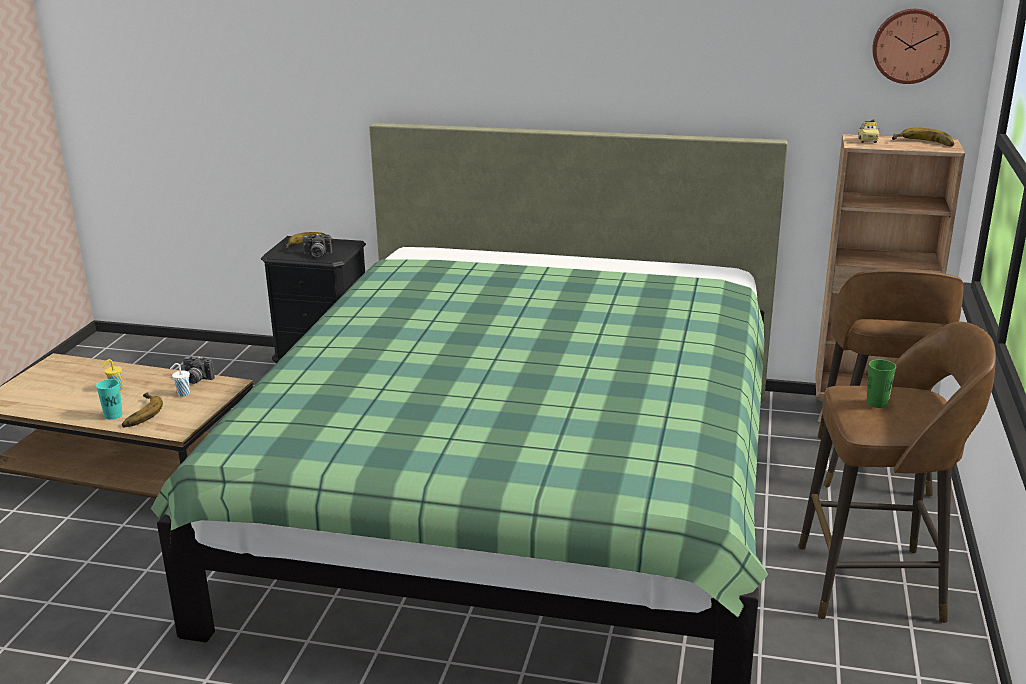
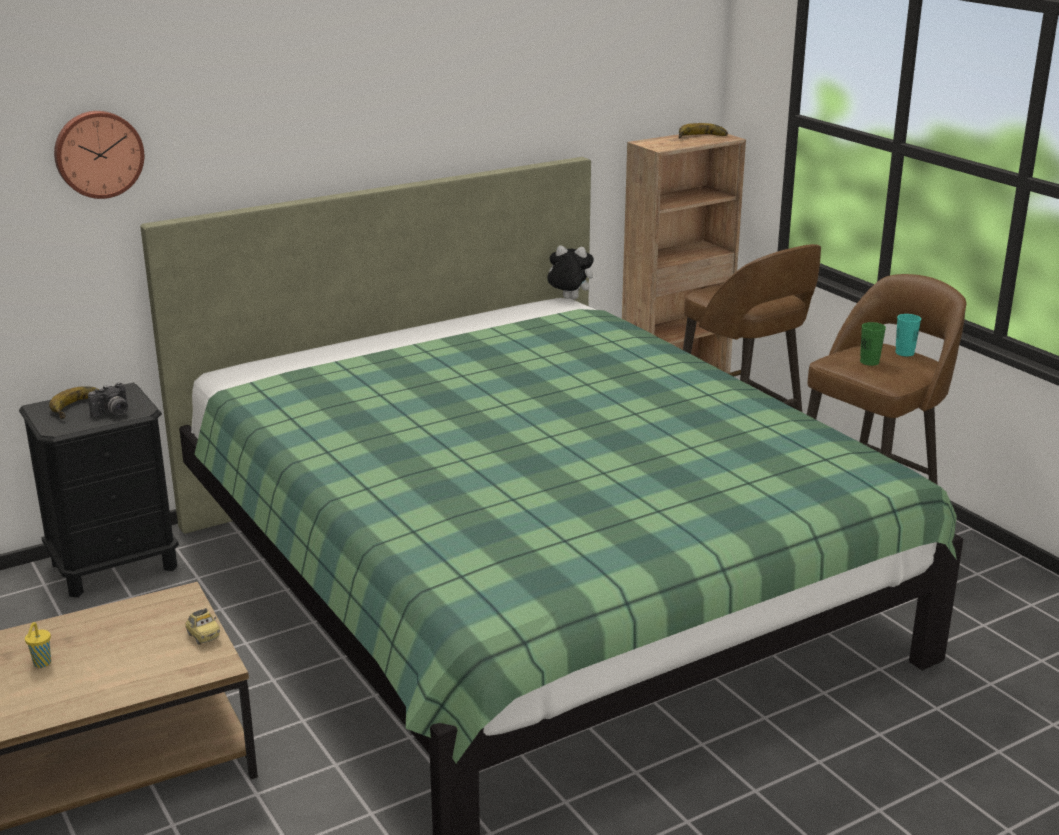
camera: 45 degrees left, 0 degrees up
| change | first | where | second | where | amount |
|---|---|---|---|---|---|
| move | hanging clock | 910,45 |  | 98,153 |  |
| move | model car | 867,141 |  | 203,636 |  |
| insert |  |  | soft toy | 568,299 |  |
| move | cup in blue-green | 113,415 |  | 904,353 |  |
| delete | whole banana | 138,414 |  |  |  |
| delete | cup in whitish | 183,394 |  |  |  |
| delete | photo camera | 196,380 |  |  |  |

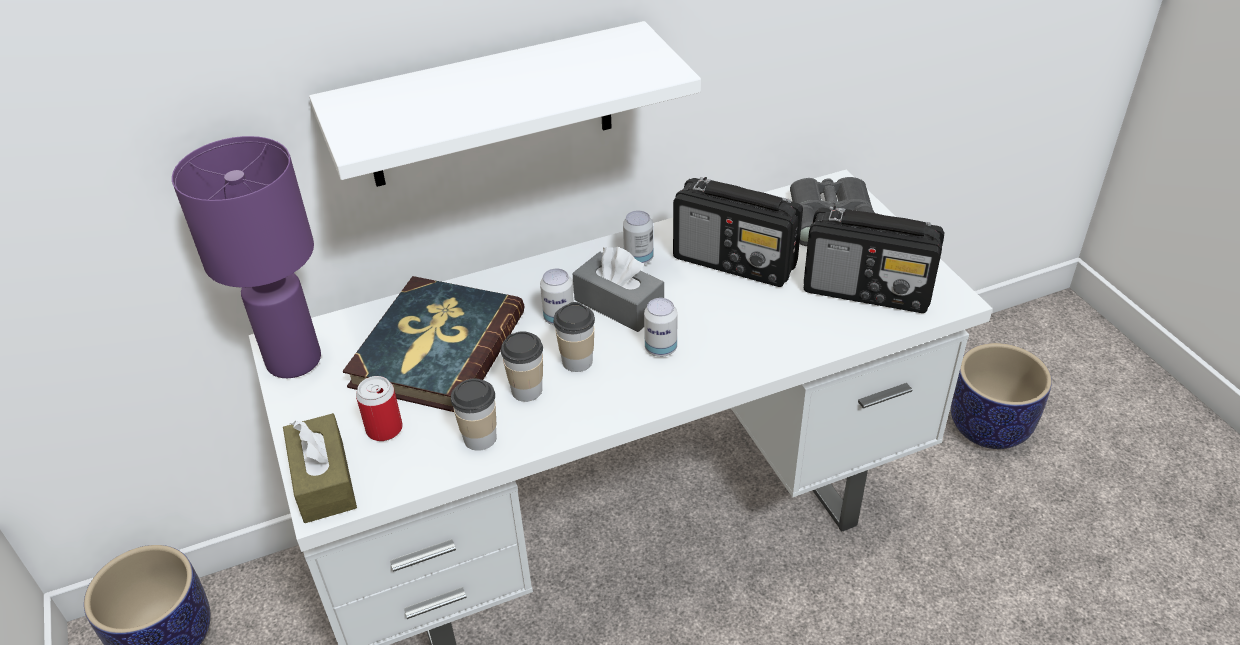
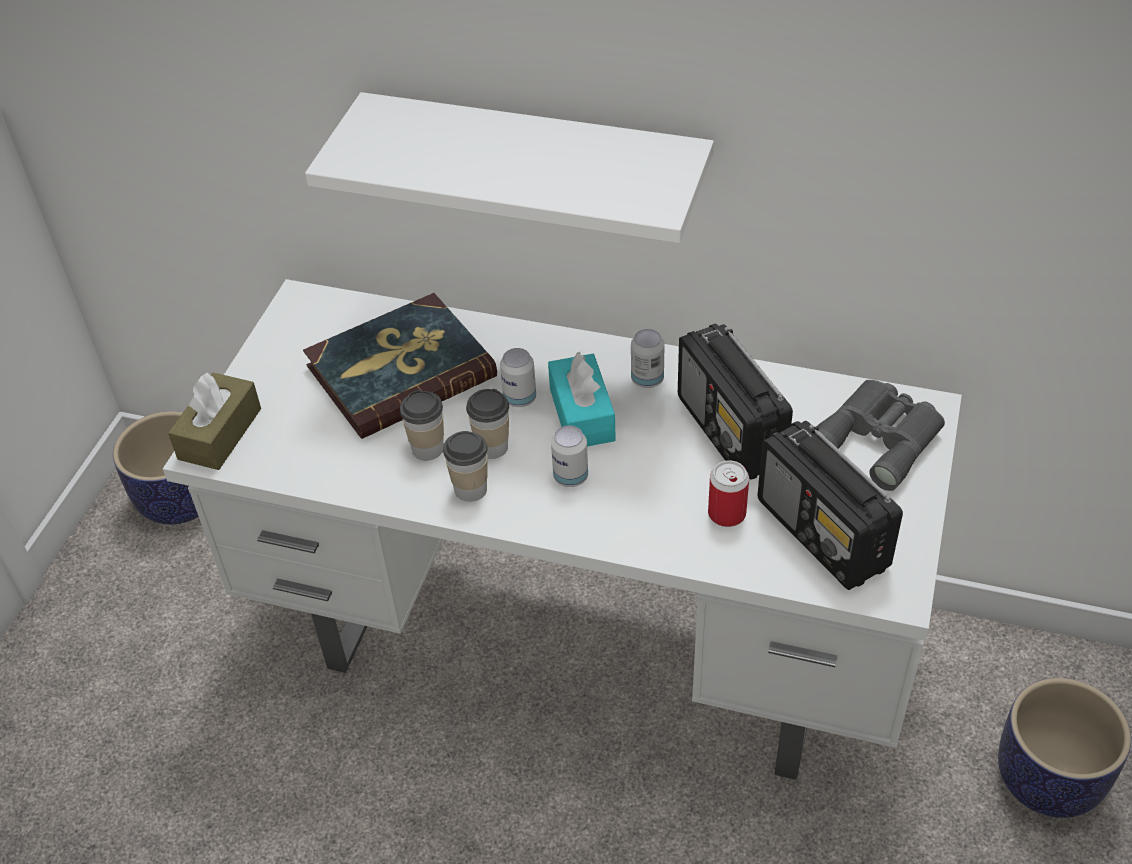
camera: 40 degrees right, 5 degrees up
| change | first | where | second | where | amount |
|---|---|---|---|---|---|
| move | cup | 480,438 |  | 470,489 |  |
| recolor | tissue box in grey | 619,304 | tissue box in blue-green | 582,414 |  |
| move | metal can | 384,429 |  | 726,513 |  |
| delete | lamp for a table in purple-coloured | 295,360 |  |  |  |

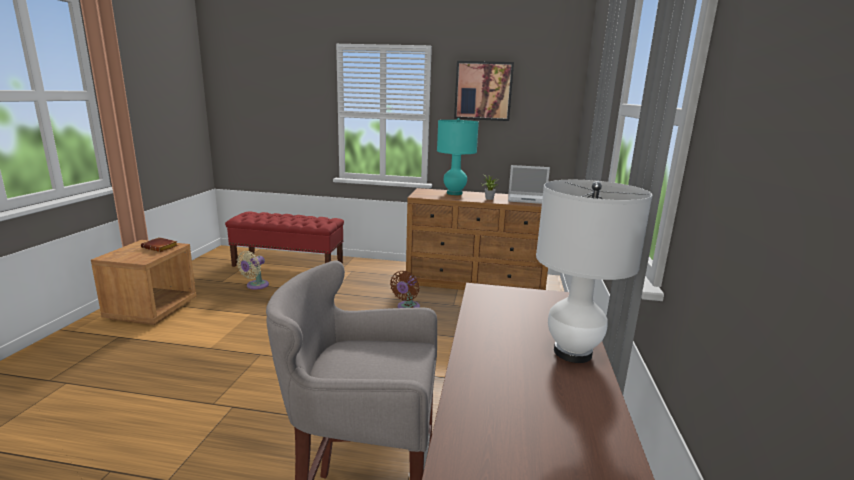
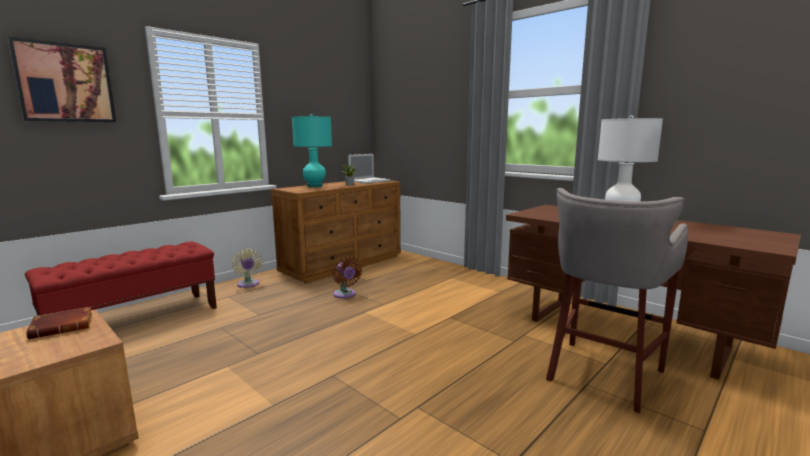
camera: 55 degrees left, 5 degrees down
| change | first | where | second | where | amount |
|---|---|---|---|---|---|
| move | picture | 483,91 |  | 65,83 |  |
| move | cooling fan in beige | 255,286 |  | 248,284 |  |

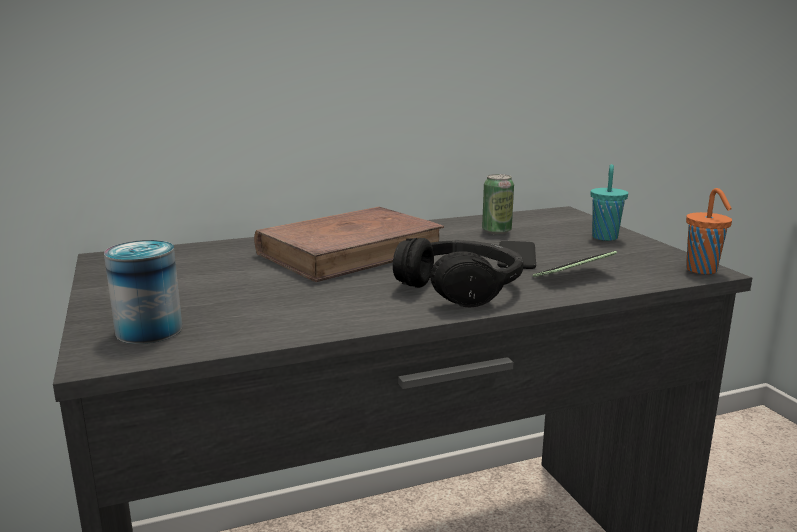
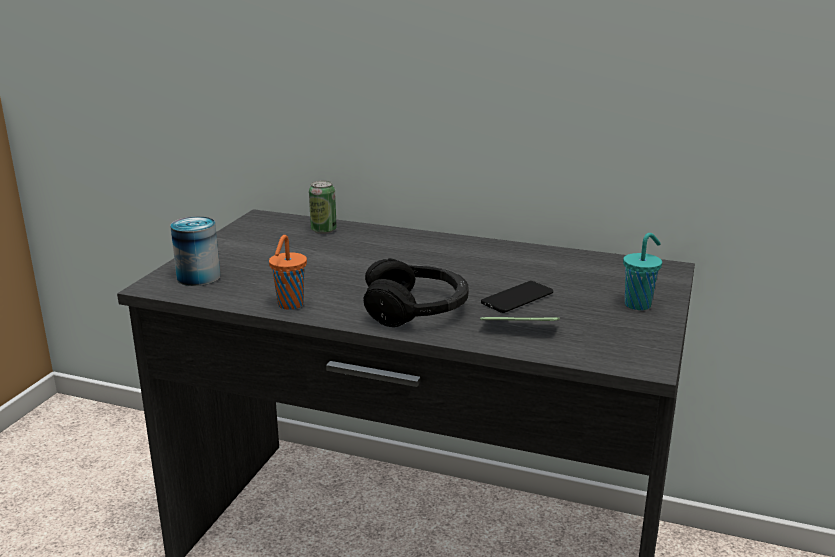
camera: 40 degrees right, 5 degrees up
| change | first | where | second | where | amount |
|---|---|---|---|---|---|
| move | cup in orange-coloured | 703,271 |  | 289,305 |  |
| move | metal can | 496,231 |  | 323,230 |  |
| delete | book in brown-coloured | 352,251 |  |  |  |

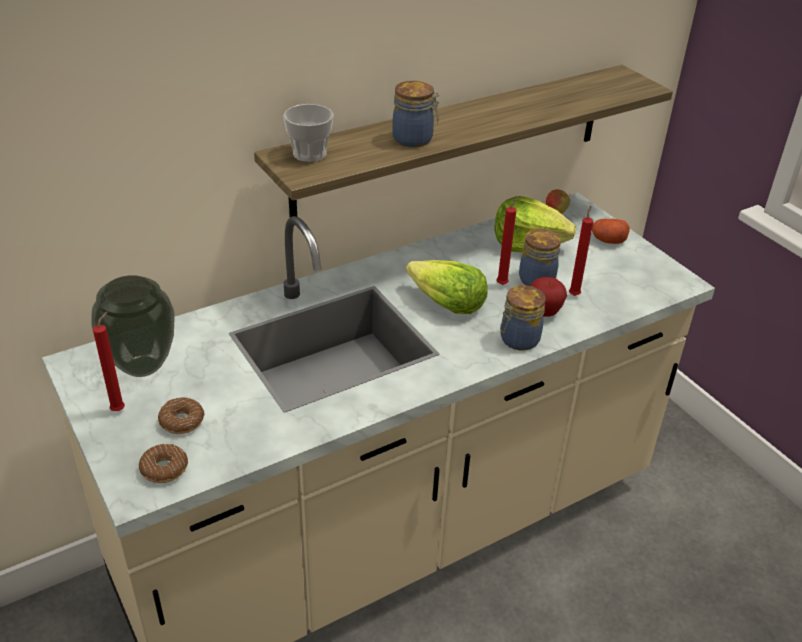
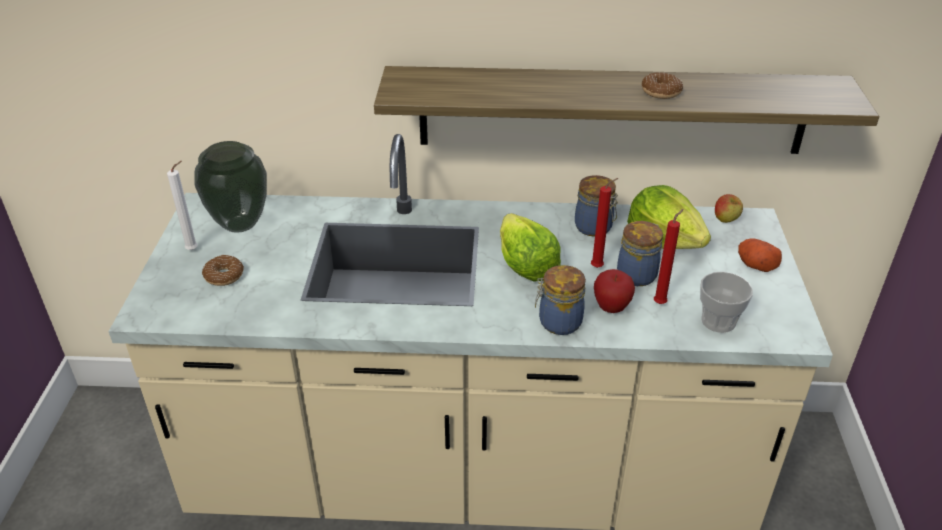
camera: 35 degrees right, 0 degrees up
| change | first | where | second | where | amount |
|---|---|---|---|---|---|
| recolor | candle in red | 120,409 | candle in whitish | 194,249 |  |
| move | jar | 414,139 |  | 594,228 |  |
| move | ring doughnut | 164,469 |  | 661,92 |  |
| move | cup | 309,154 |  | 718,321 |  |

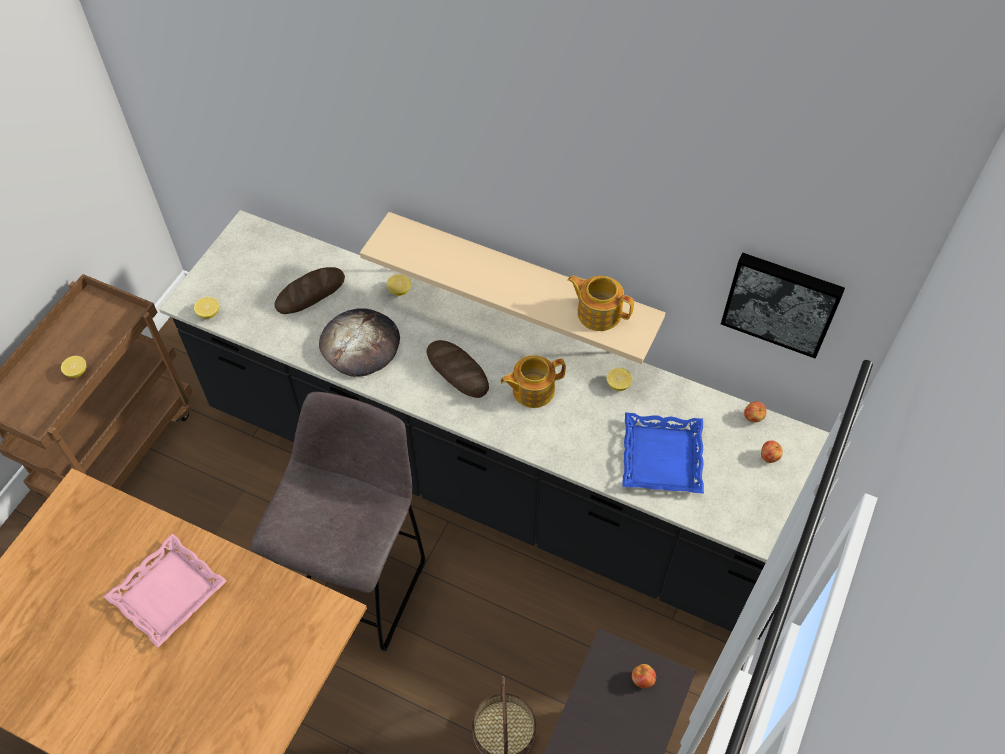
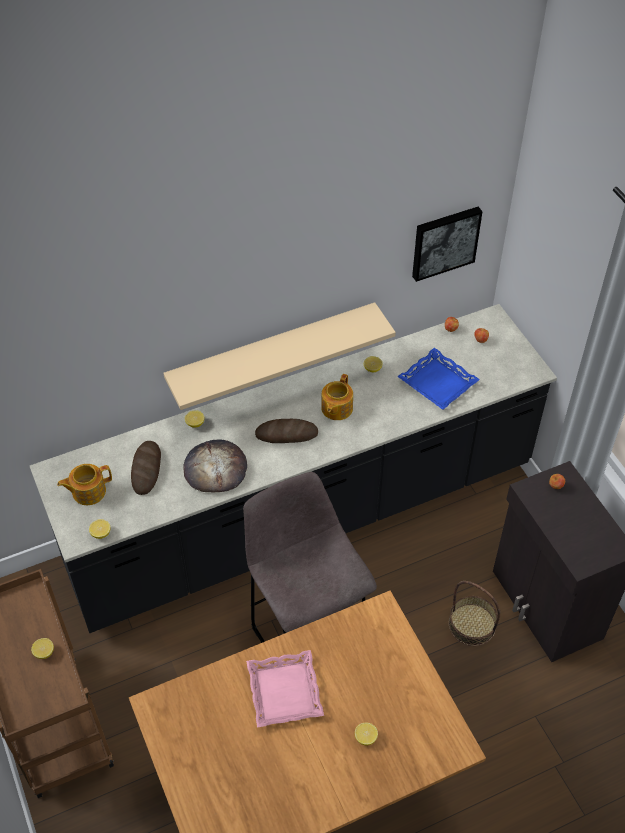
camera: 50 degrees left, 5 degrees down
| change | first | where | second | where | amount |
|---|---|---|---|---|---|
| move | teapot | 598,312 |  | 88,491 |  |
| insert |  |  | citrus fruit | 365,737 |  |

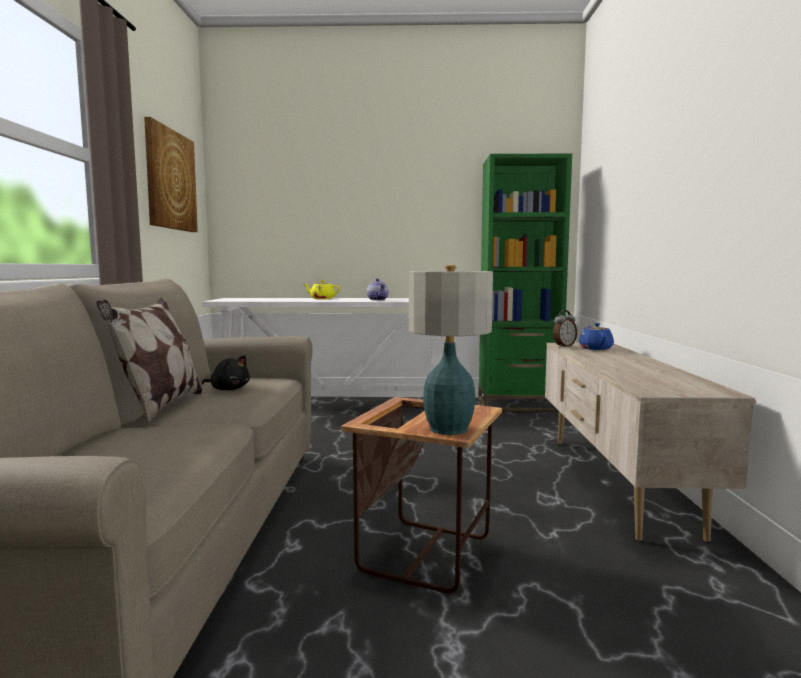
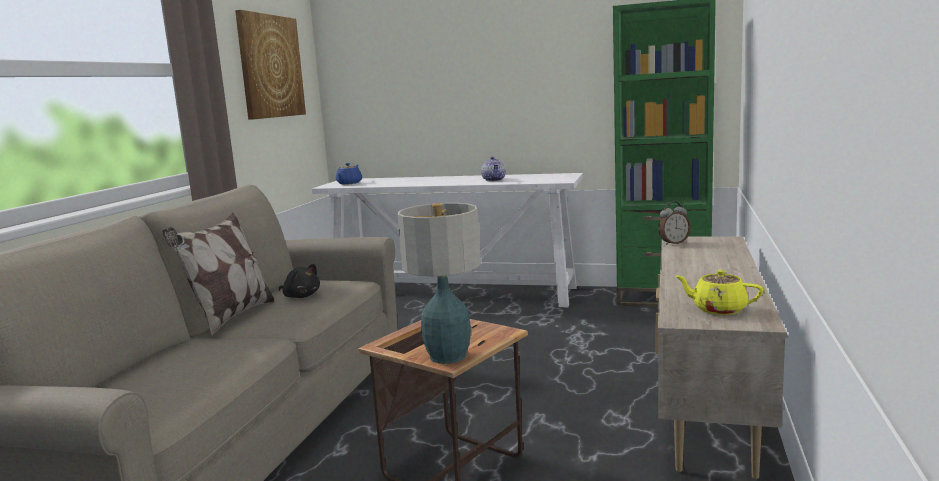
camera: 15 degrees right, 5 degrees up
| change | first | where | second | where | amount |
|---|---|---|---|---|---|
| move | teapot in bluish | 595,348 |  | 350,183 |  |
| move | teapot in yellow-coloured | 322,299 |  | 718,309 |  |

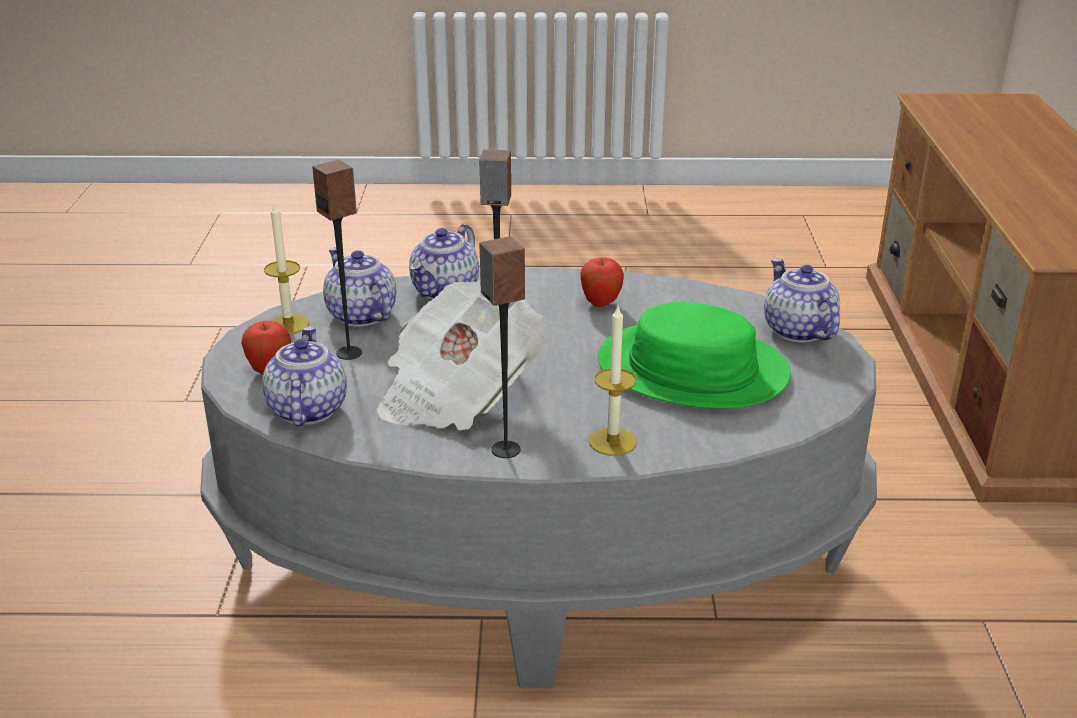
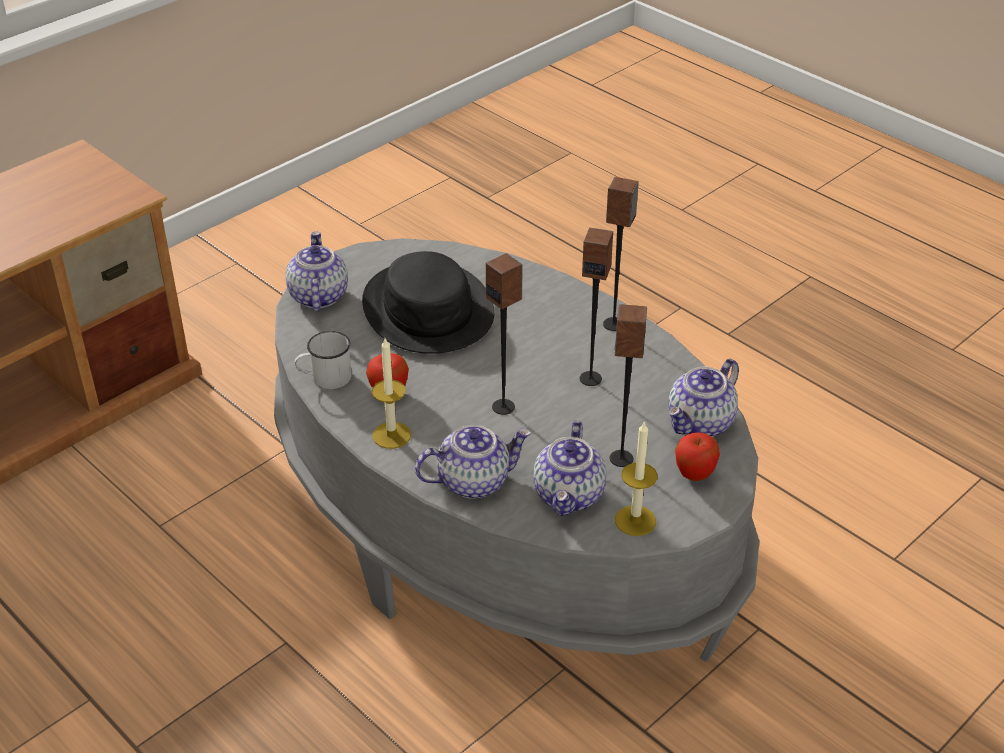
camera: 135 degrees left, 10 degrees up
| change | first | where | second | where | amount |
|---|---|---|---|---|---|
| rotate | teapot | 797,330 |  | 317,296 | 150 degrees clockwise |
| insert |  |  | tea mug in whitish | 325,378 |  |
| recolor | wearable hat in green | 692,369 | wearable hat in black | 428,309 |  |
| move | candle | 612,442 |  | 391,435 |  |
| replace | daily paper | 457,393 | audio speaker | 590,378 |  |

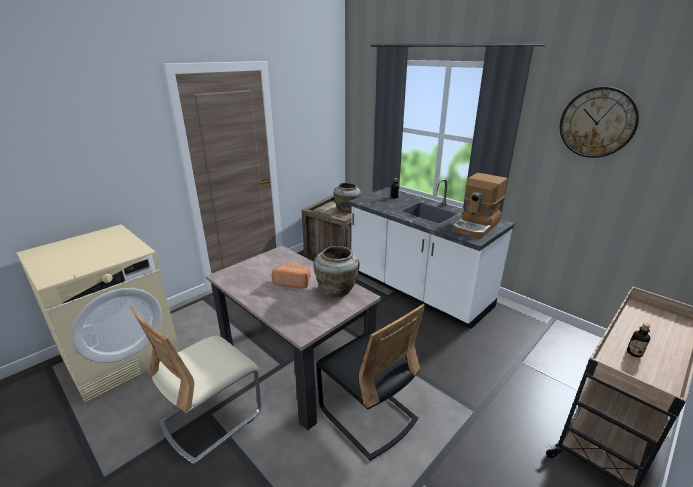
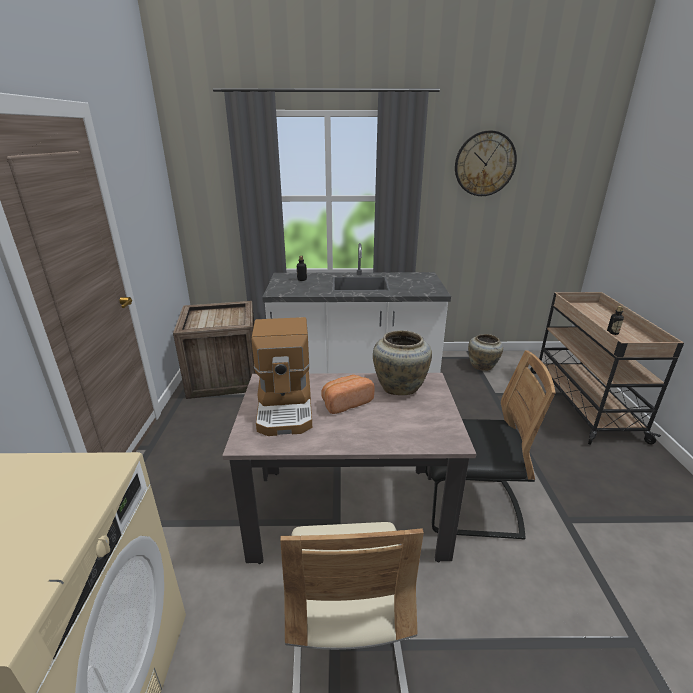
camera: 45 degrees left, 0 degrees up
| change | first | where | second | where | amount |
|---|---|---|---|---|---|
| move | coffee machine | 476,226 |  | 286,406 |  |
| move | vase in beige | 347,210 |  | 482,366 |  |

